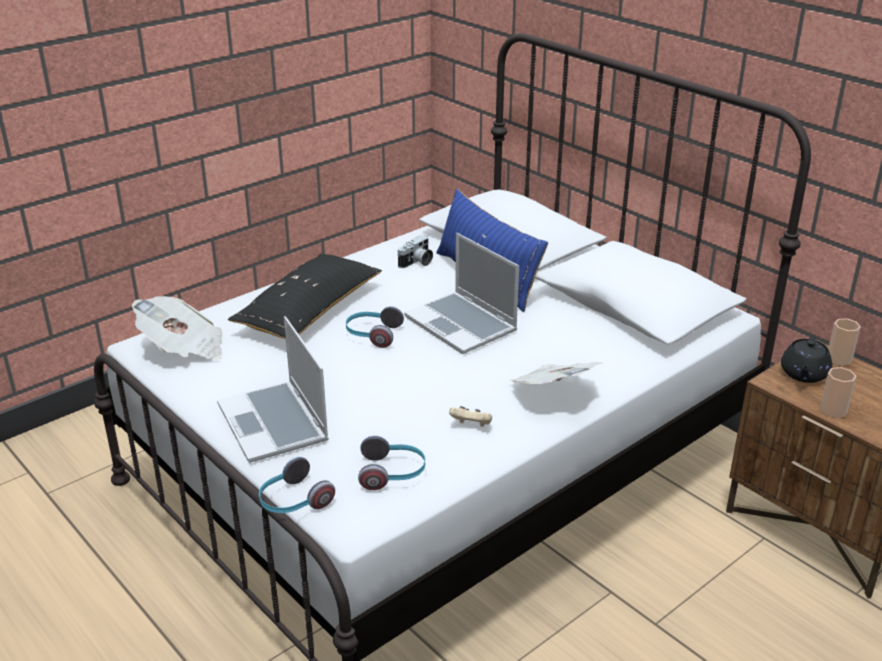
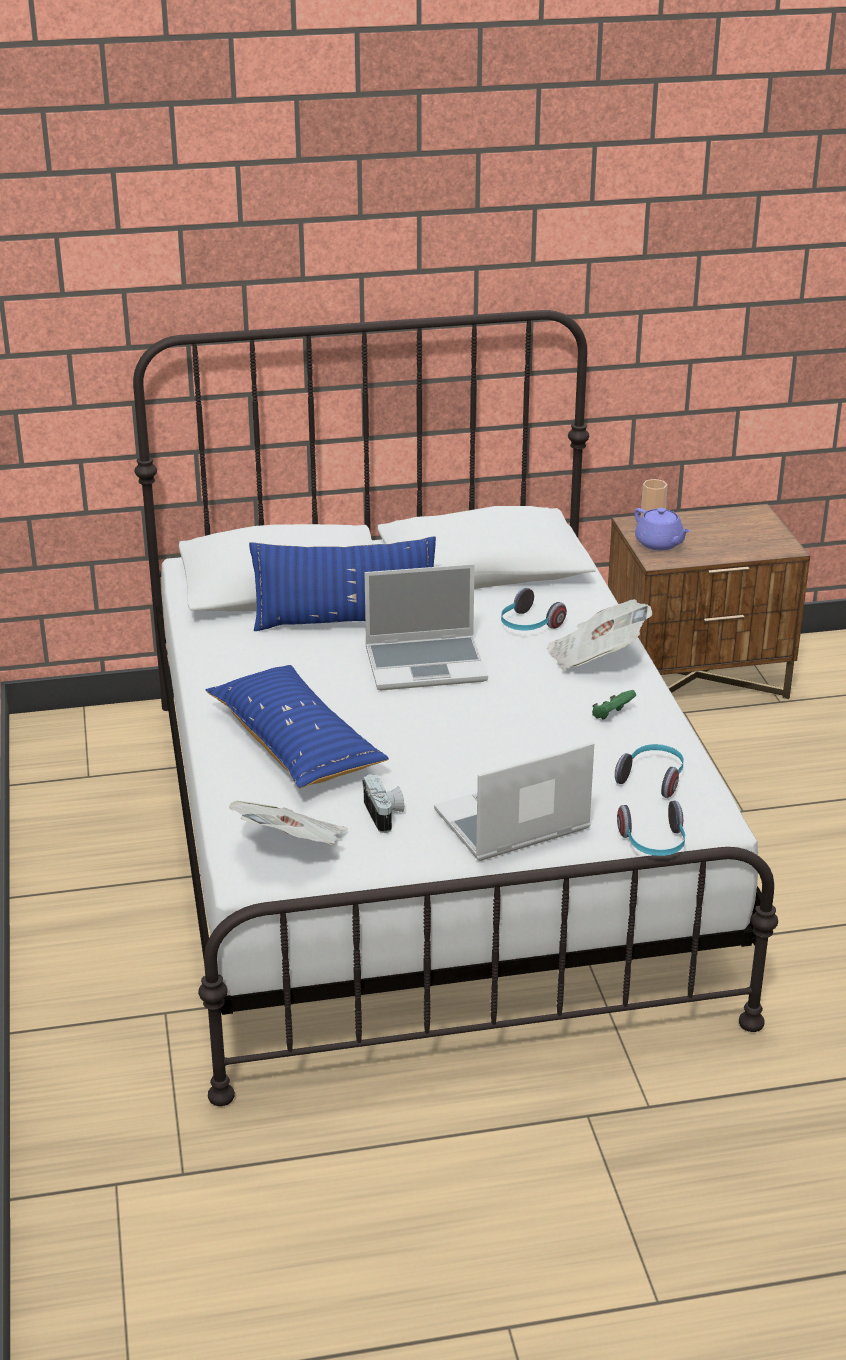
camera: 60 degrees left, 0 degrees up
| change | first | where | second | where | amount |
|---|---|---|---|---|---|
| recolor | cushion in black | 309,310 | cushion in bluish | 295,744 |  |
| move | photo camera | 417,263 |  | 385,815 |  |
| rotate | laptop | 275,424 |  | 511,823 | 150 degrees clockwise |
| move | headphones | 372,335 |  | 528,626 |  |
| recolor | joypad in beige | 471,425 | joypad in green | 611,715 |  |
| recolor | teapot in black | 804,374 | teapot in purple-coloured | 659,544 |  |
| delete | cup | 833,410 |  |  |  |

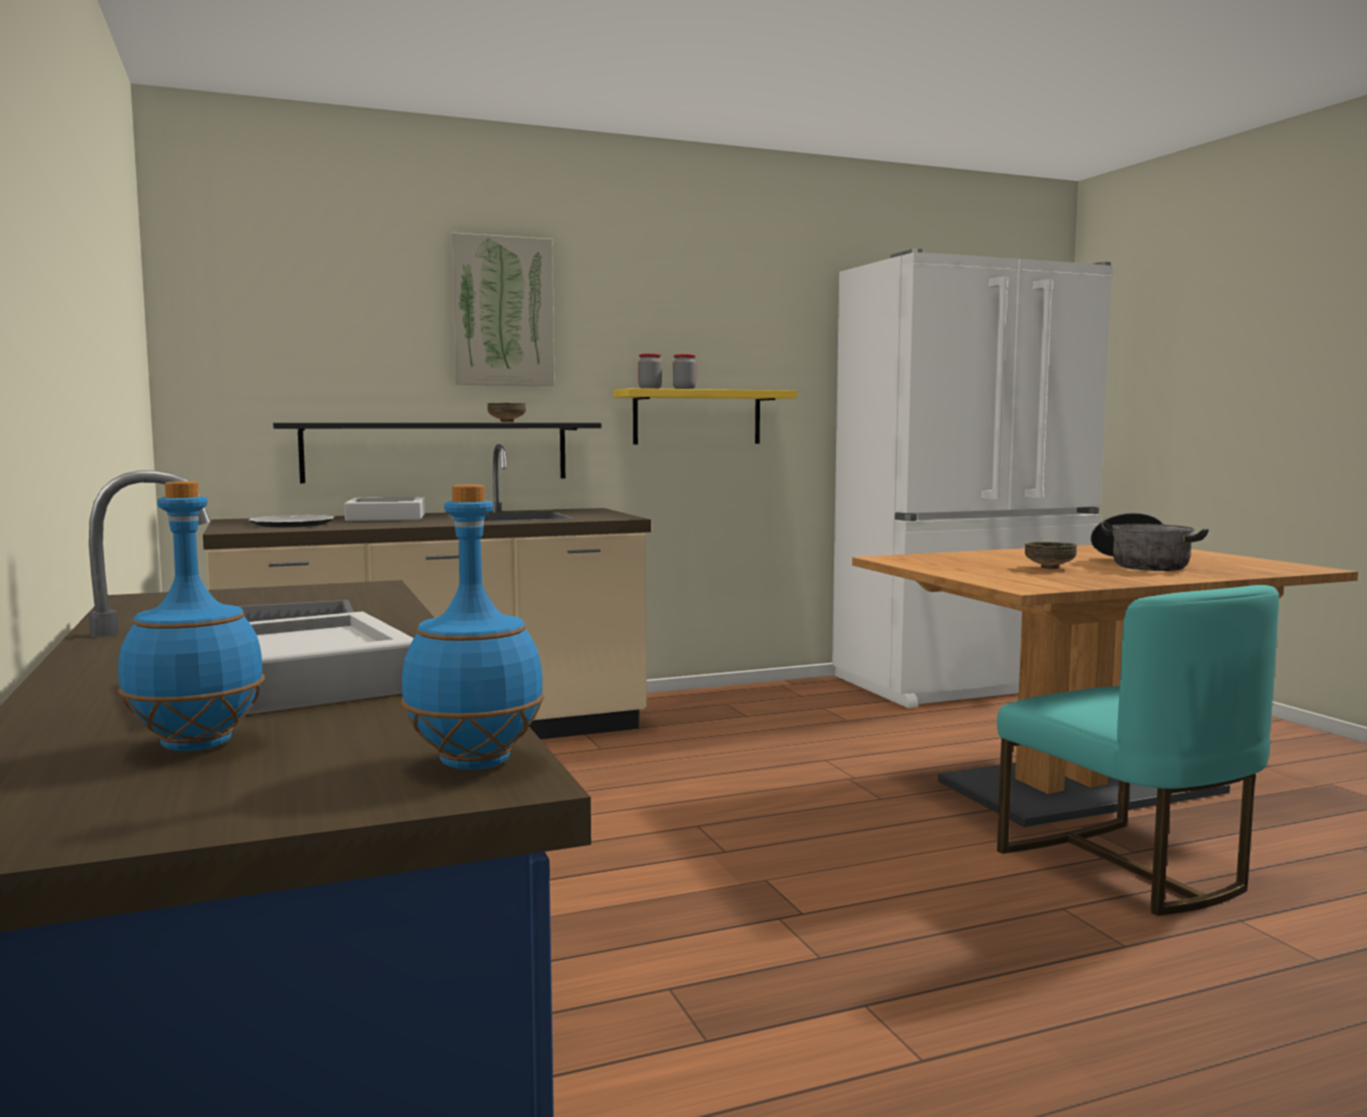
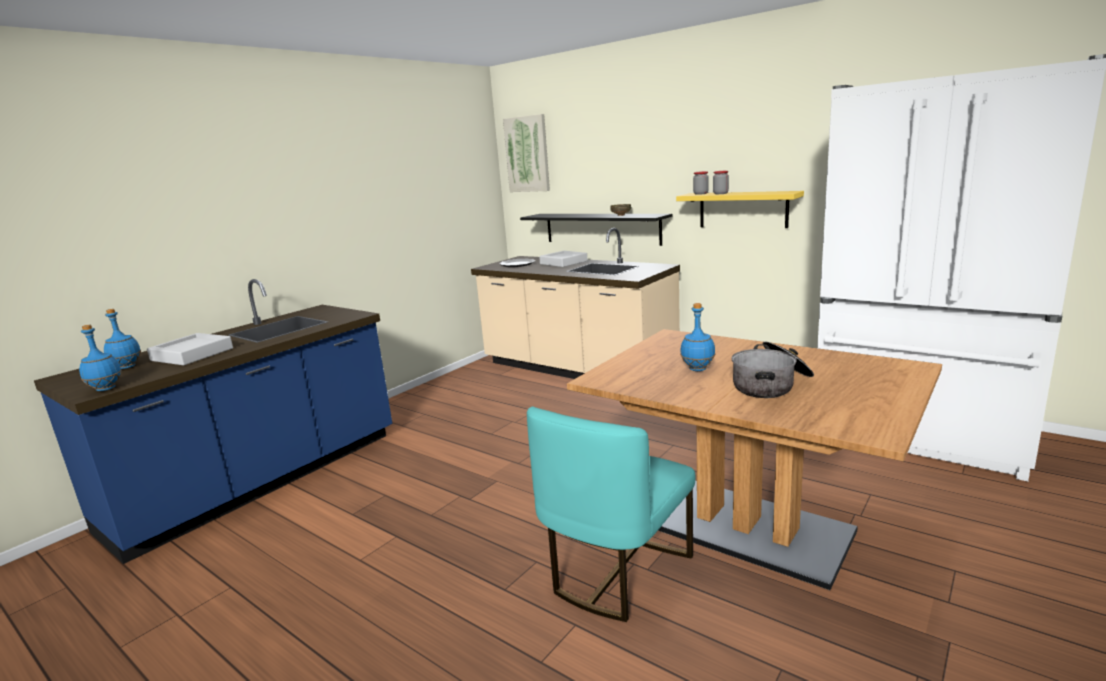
camera: 60 degrees right, 10 degrees up
| change | first | where | second | where | amount |
|---|---|---|---|---|---|
| move | picture | 502,311 |  | 527,154 |  |
| replace | serving bowl | 1049,568 | drink bottle in bluish | 697,369 |  |

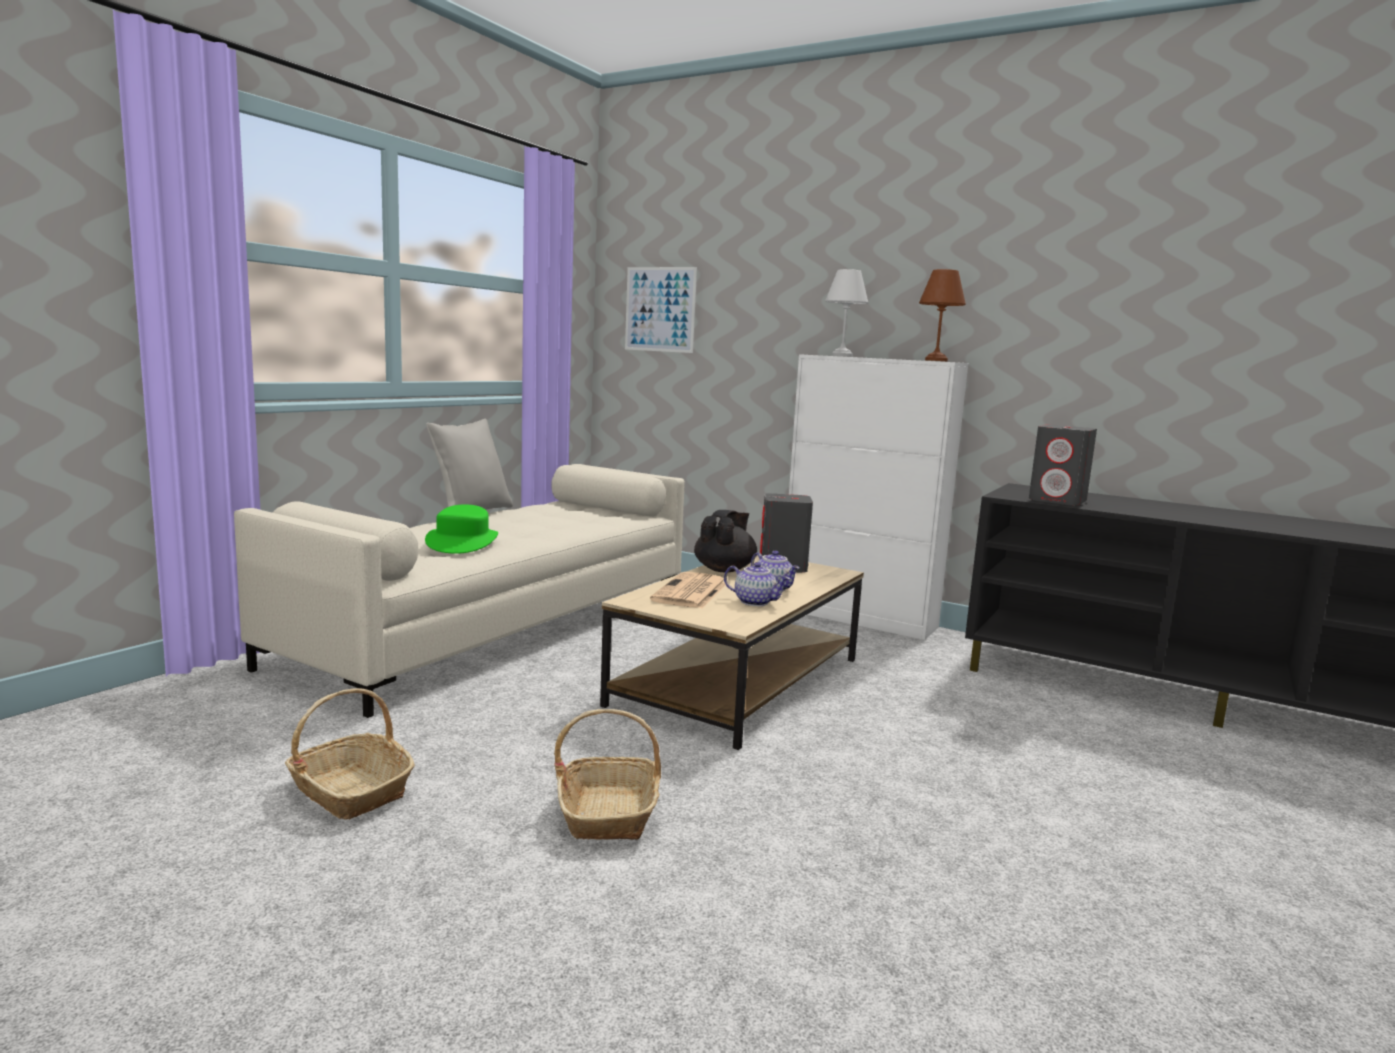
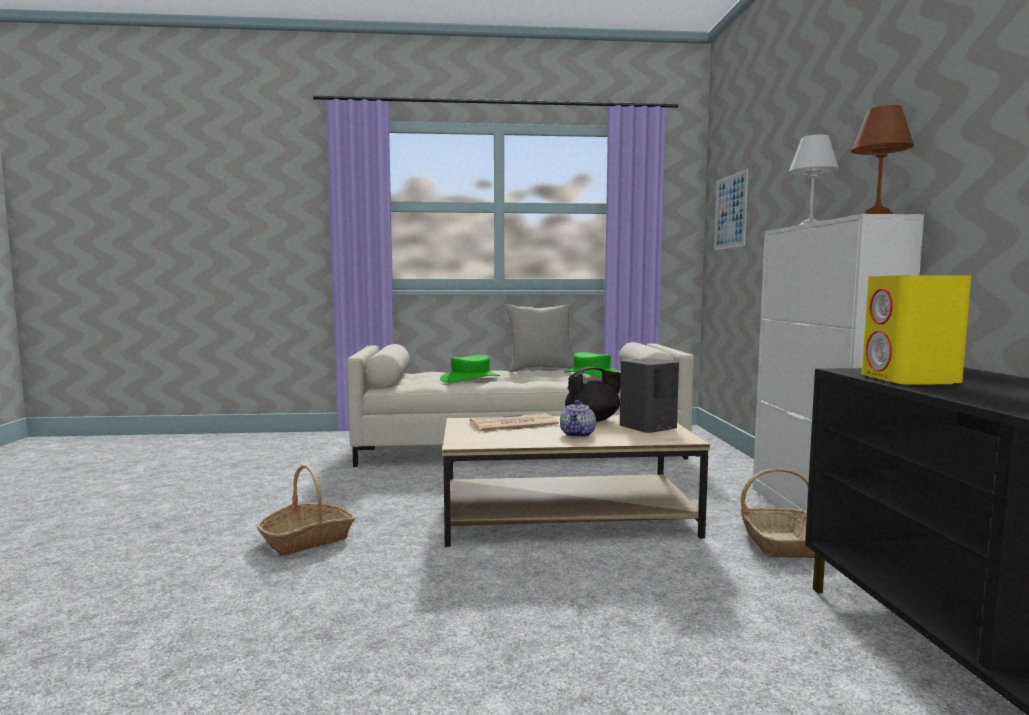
camera: 55 degrees right, 5 degrees down
| change | first | where | second | where | amount |
|---|---|---|---|---|---|
| insert |  |  | wearable hat in green | 591,375 |  |
| move | household basket | 349,791 |  | 779,542 |  |
| recolor | audio speaker in grey | 1058,501 | audio speaker in yellow-coloured | 910,380 |  |
| delete | teapot | 755,602 |  |  |  |

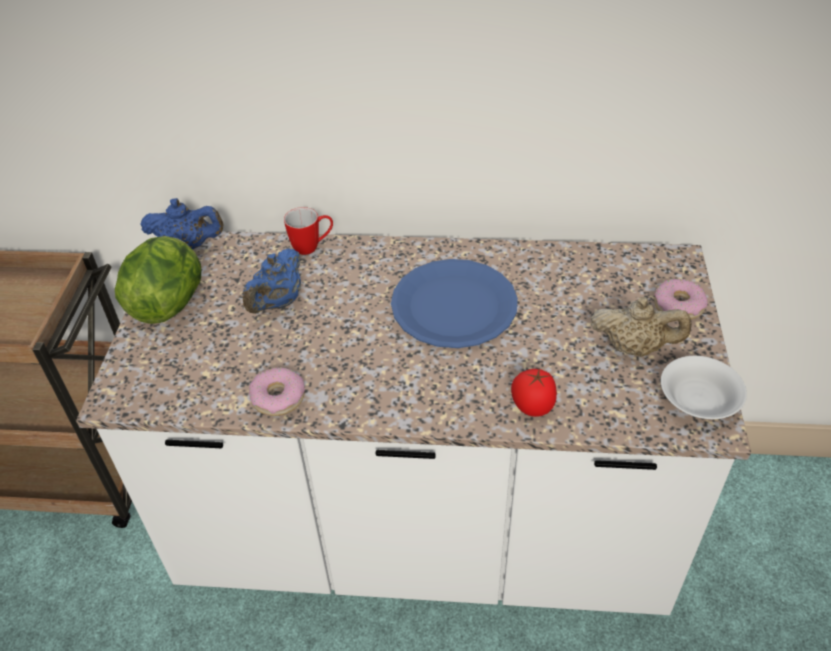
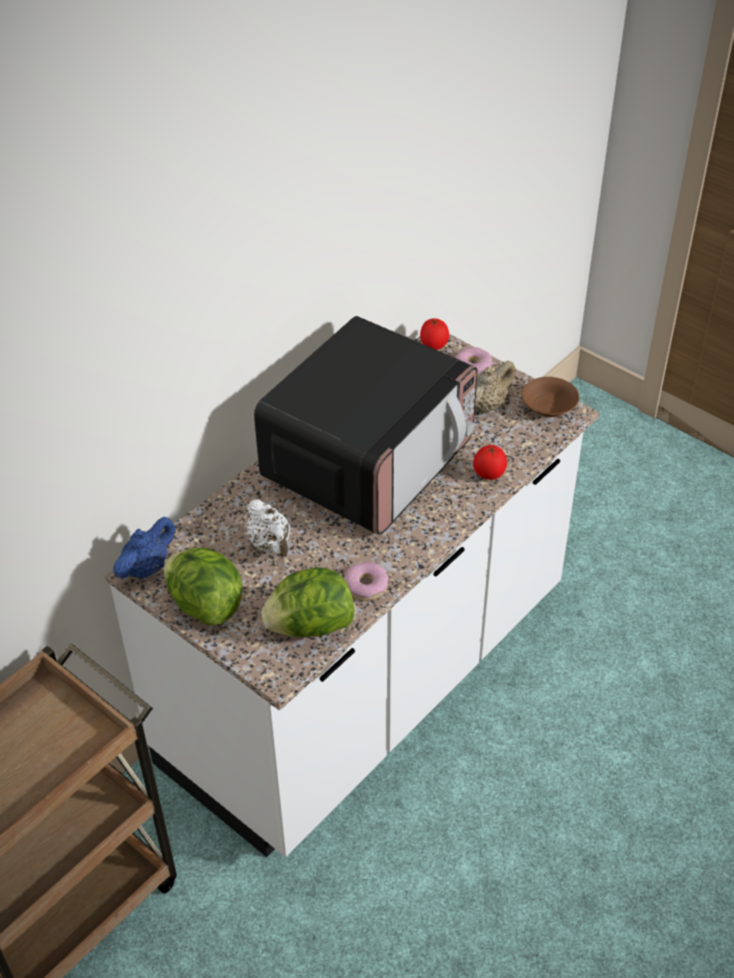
camera: 55 degrees left, 0 degrees up
| change | first | where | second | where | amount |
|---|---|---|---|---|---|
| recolor | teapot in bluish | 278,302 | teapot in whitish | 271,545 |  |
| replace | plate in bluish | 454,305 | kitchen microwave | 369,460 |  |
| insert |  |  | head of lettuce | 310,626 |  |
| insert |  |  | fresh tomato | 433,346 |  |
| recolor | serving bowl in whitish | 697,401 | serving bowl in brown-coloured | 548,407 |  |
| delete | tea mug | 312,247 |  |  |  |

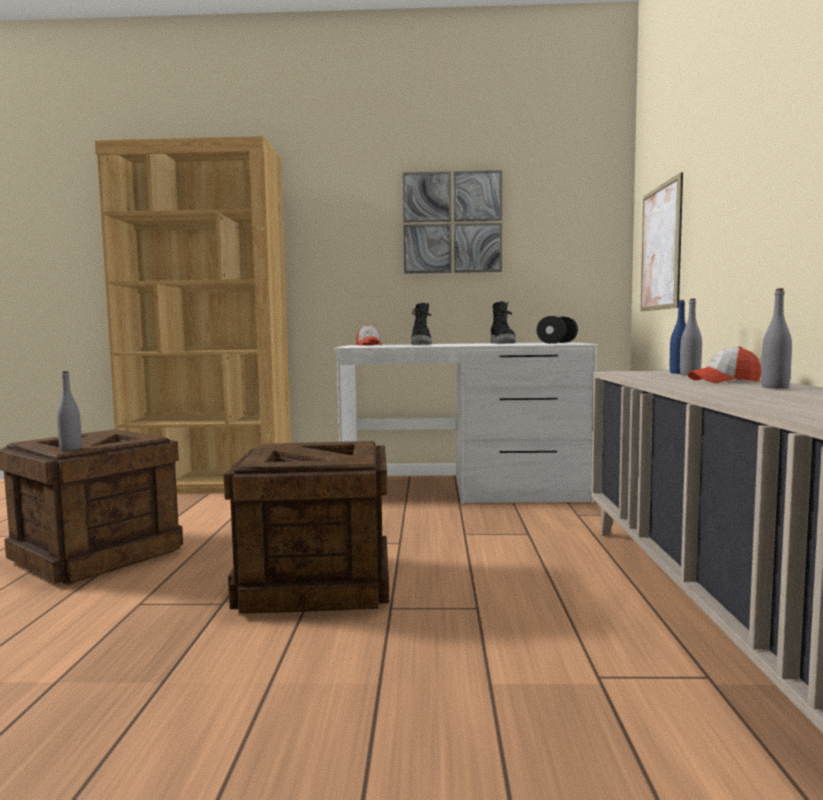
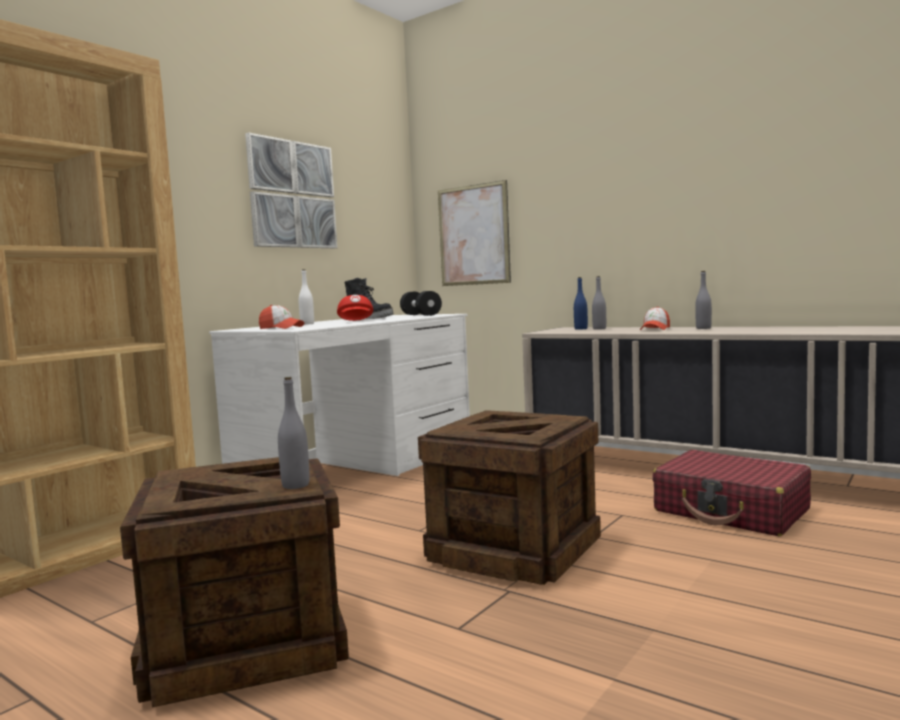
camera: 55 degrees left, 0 degrees up
| change | first | where | second | where | amount |
|---|---|---|---|---|---|
| replace | tall boot in black | 421,344 | drink bottle in whitish | 307,324 |  |
| insert |  |  | cap in red | 356,321 |  |
| insert |  |  | piece of luggage in red | 731,511 |  |

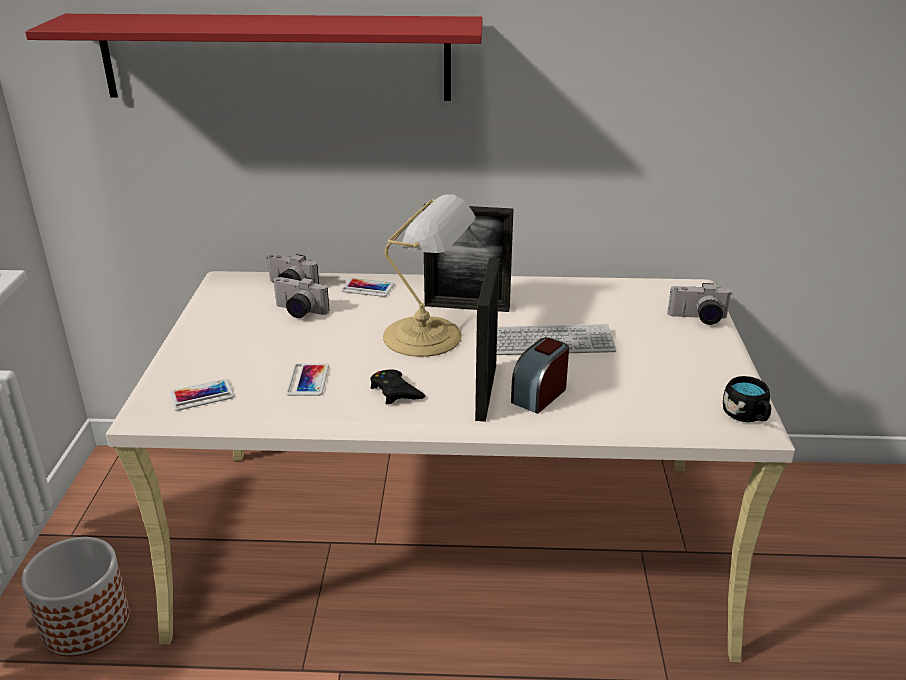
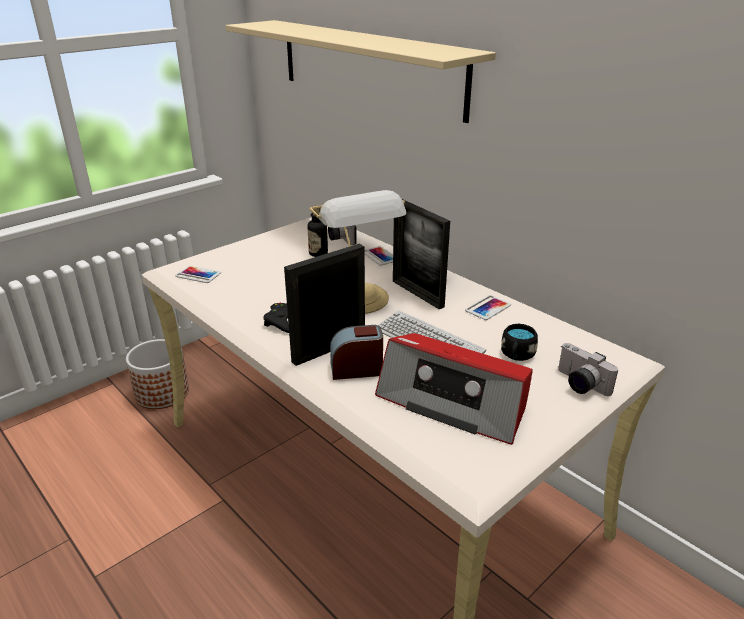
camera: 45 degrees right, 0 degrees up
| change | first | where | second | where | amount |
|---|---|---|---|---|---|
| recolor | bracket shelf in red | 276,57 | bracket shelf in beige | 368,66 |  |
| replace | photo camera | 298,312 | drink bottle | 318,253 |  |
| insert |  |  | radio receiver | 454,401 |  |
| move | handset | 308,380 |  | 488,308 |  |
| move | tea mug in black | 747,416 |  | 516,356 |  |

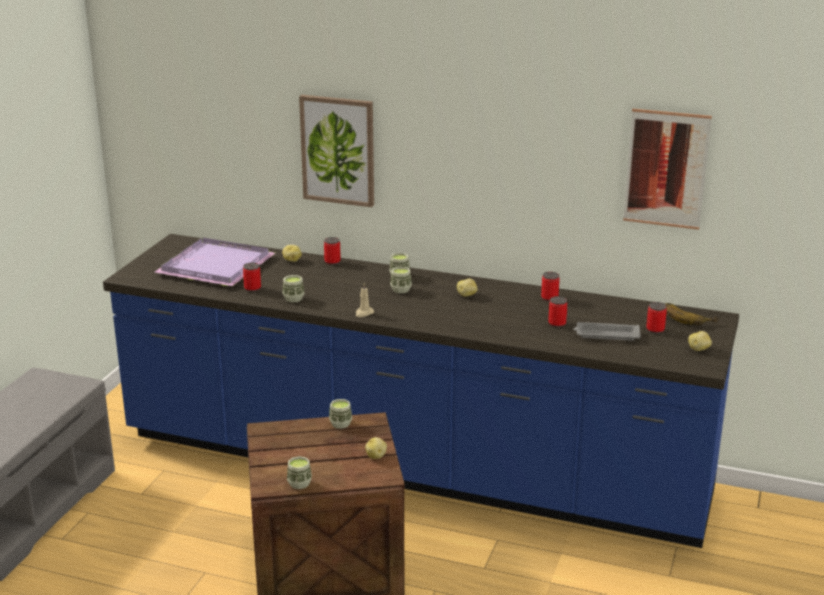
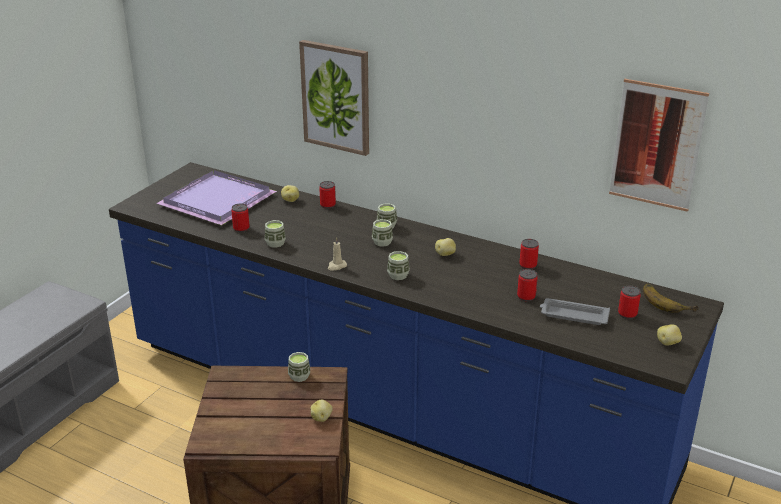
camera: 10 degrees right, 5 degrees up
| change | first | where | second | where | amount |
|---|---|---|---|---|---|
| move | cup | 299,483 |  | 398,275 |  |

